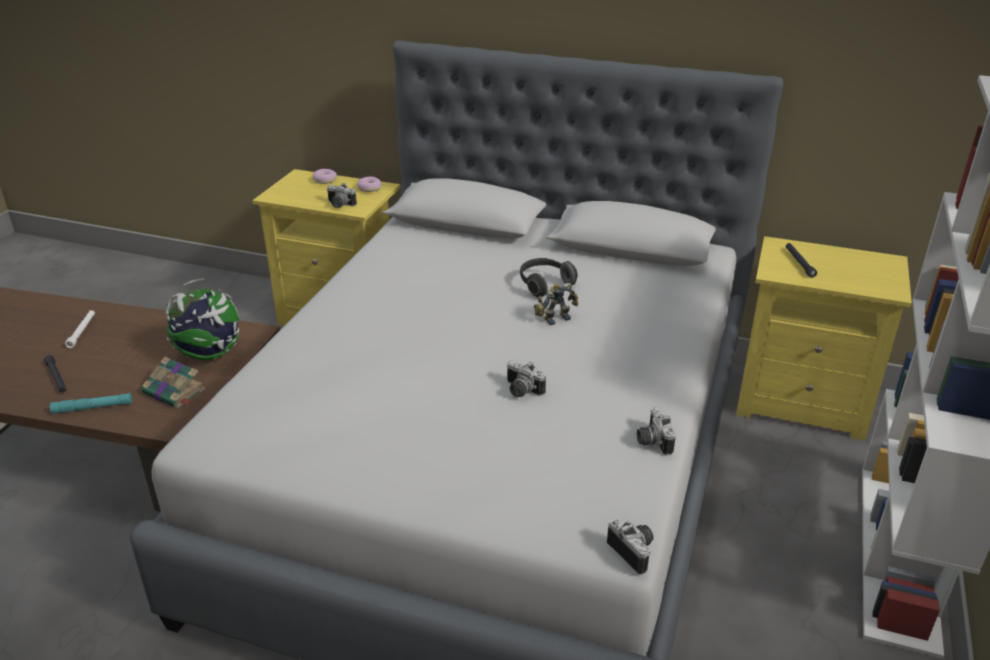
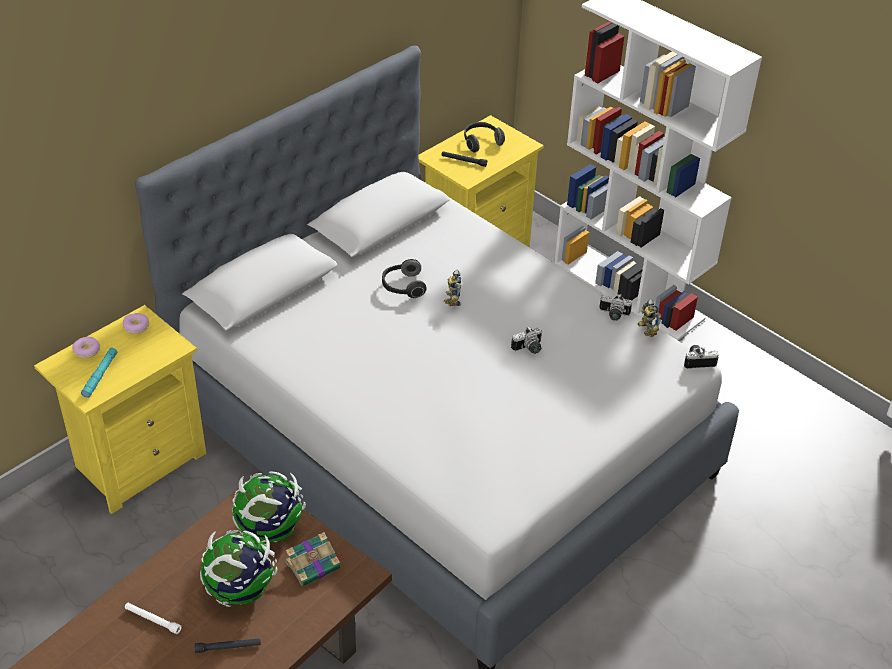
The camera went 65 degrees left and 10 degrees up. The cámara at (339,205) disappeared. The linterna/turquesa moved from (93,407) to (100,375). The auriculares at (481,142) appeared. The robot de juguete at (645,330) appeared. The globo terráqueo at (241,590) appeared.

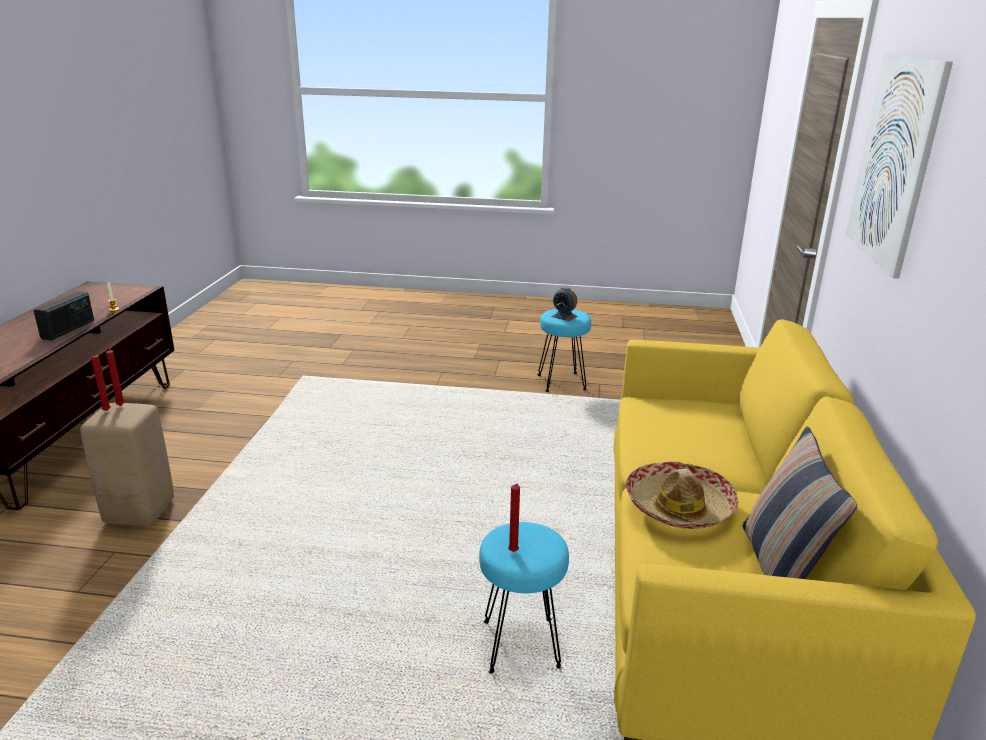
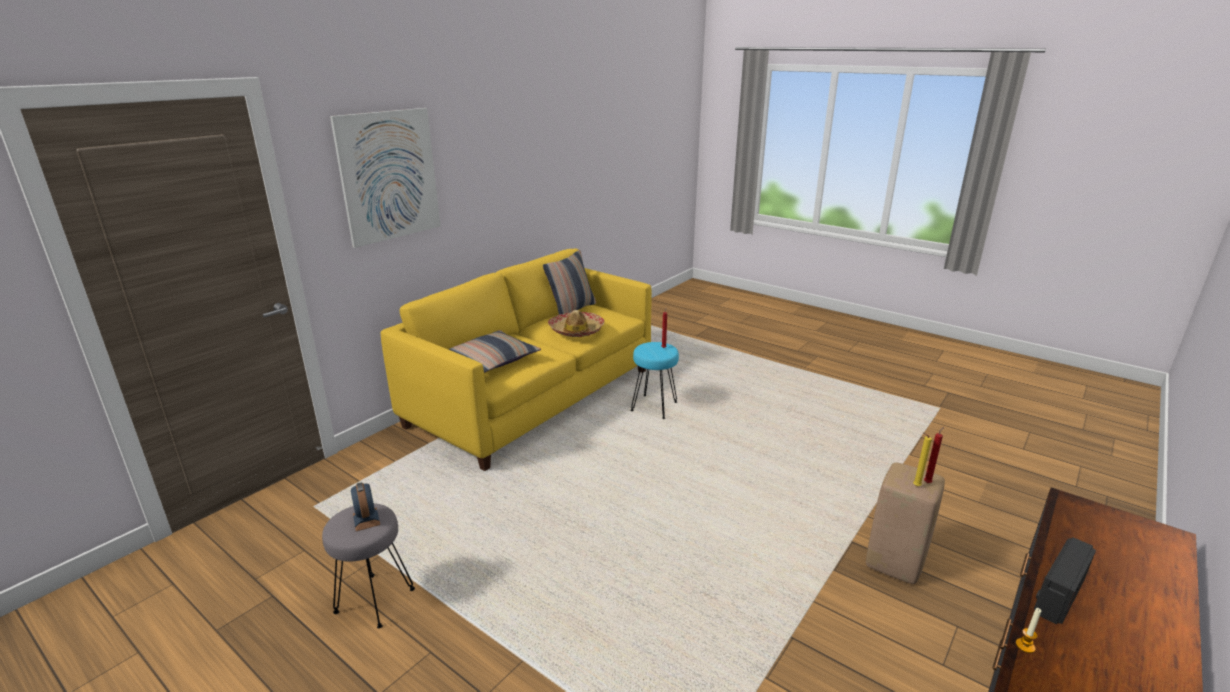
The camera went 150 degrees left and 0 degrees up. The taburete/turquesa at (562,382) became the taburete/gris at (374,600). The vela/rojo at (122,405) became the vela/amarillo at (915,486). The cojín at (493,359) appeared.

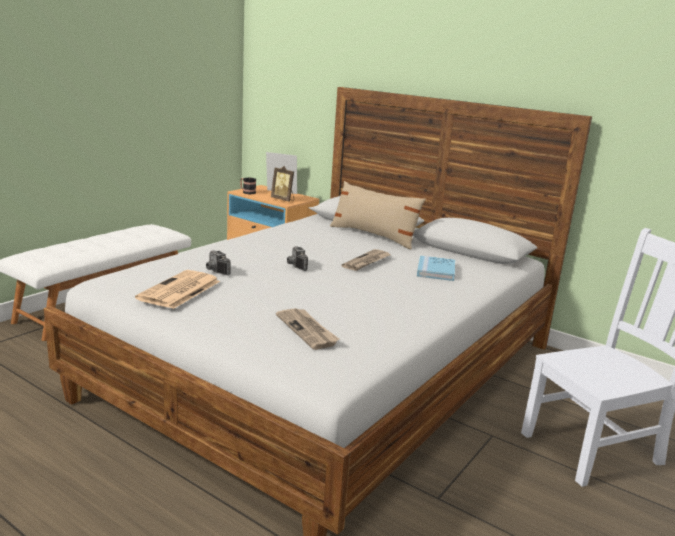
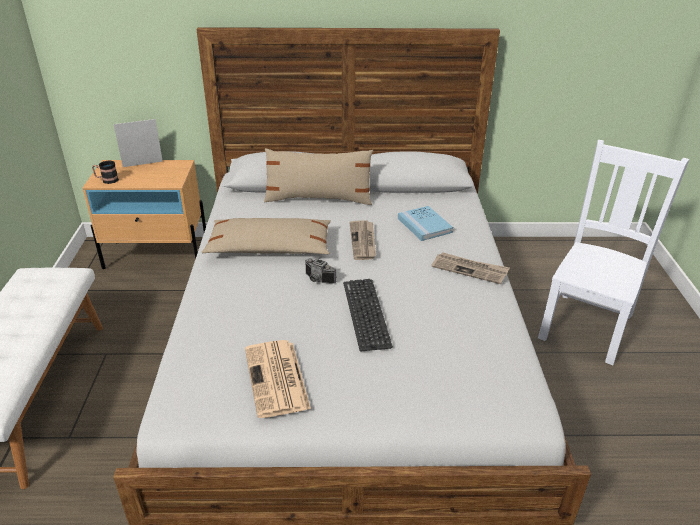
The camera went 35 degrees left and 15 degrees up. The portarretratos at (283,200) disappeared. The cámara at (215,271) disappeared. The periódico moved from (307,330) to (470,269). The cojín/beis at (269,248) appeared. The teclado at (366,314) appeared.

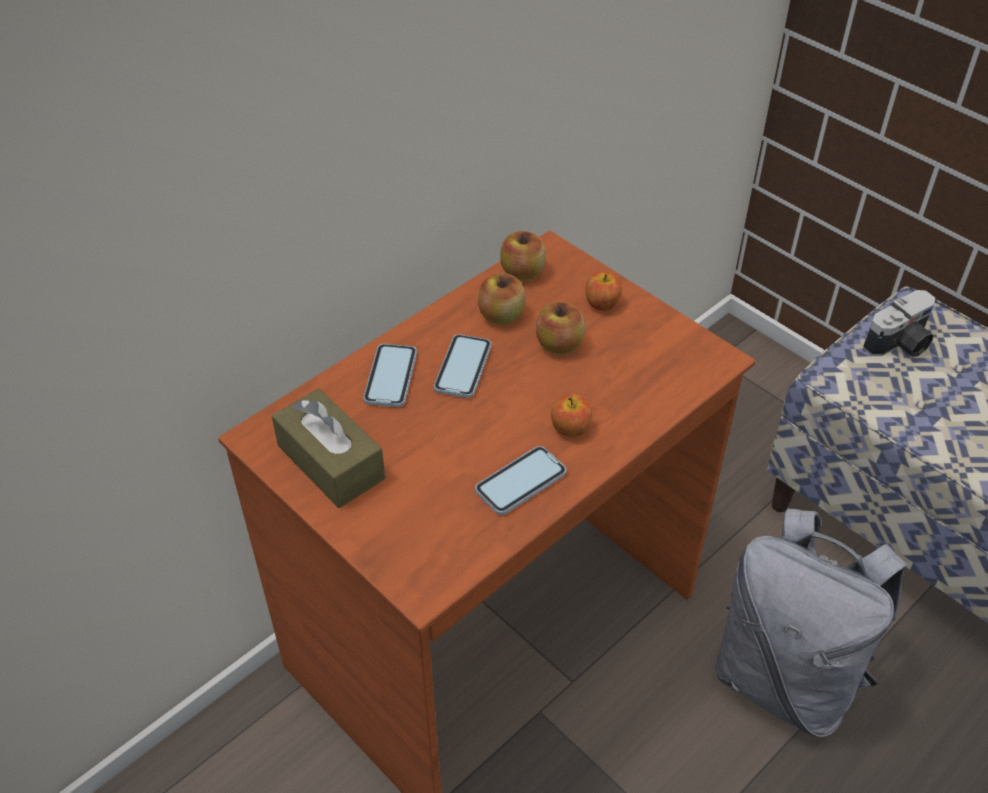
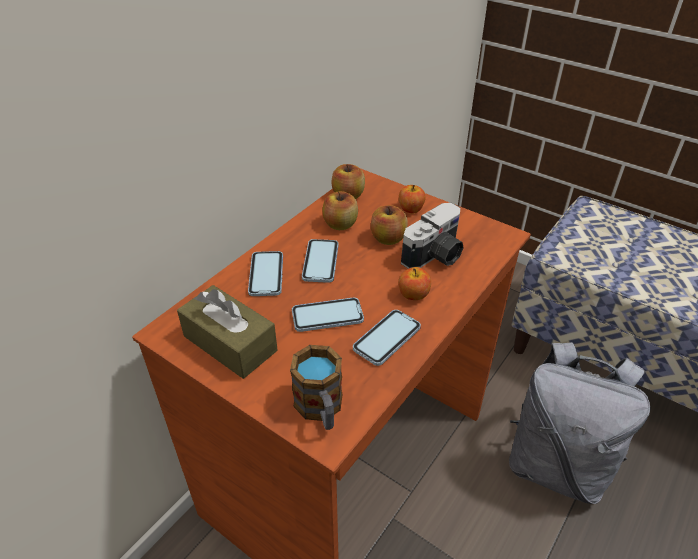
The camera went 10 degrees left and 5 degrees down. The cámara moved from (900,344) to (435,256). The móvil at (327,316) appeared. The taza grande at (321,409) appeared.

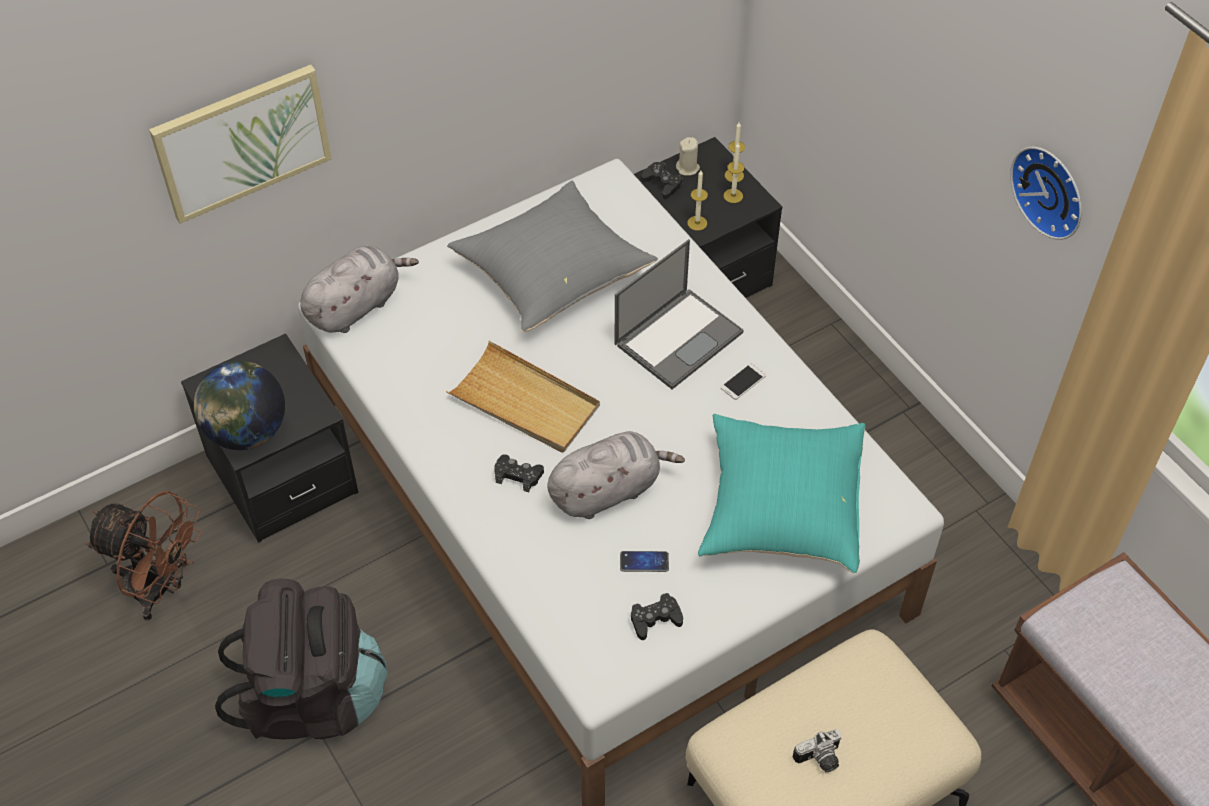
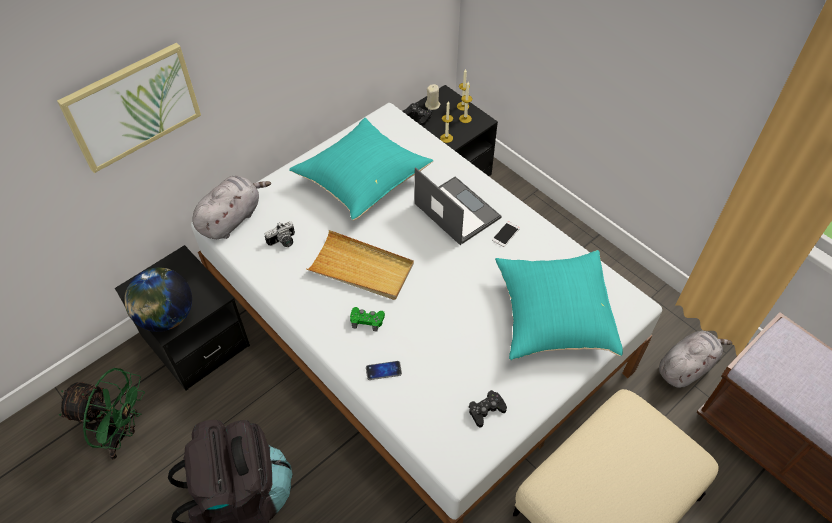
The camera went 10 degrees left and 0 degrees up. The reloj de pared at (1052,190) disappeared. The cojín/gris at (552,274) became the cojín/turquesa at (362,180). The portátil at (679,337) turned 75 degrees counterclockwise. The peluche/gris moved from (608,490) to (686,366). The mando de consola/negro at (518,475) became the mando de consola/verde at (367,320). The ventilador/marrón at (161,588) became the ventilador/verde at (121,434). The móvil moved from (644,562) to (383,371). The cámara moved from (820,760) to (283,242).

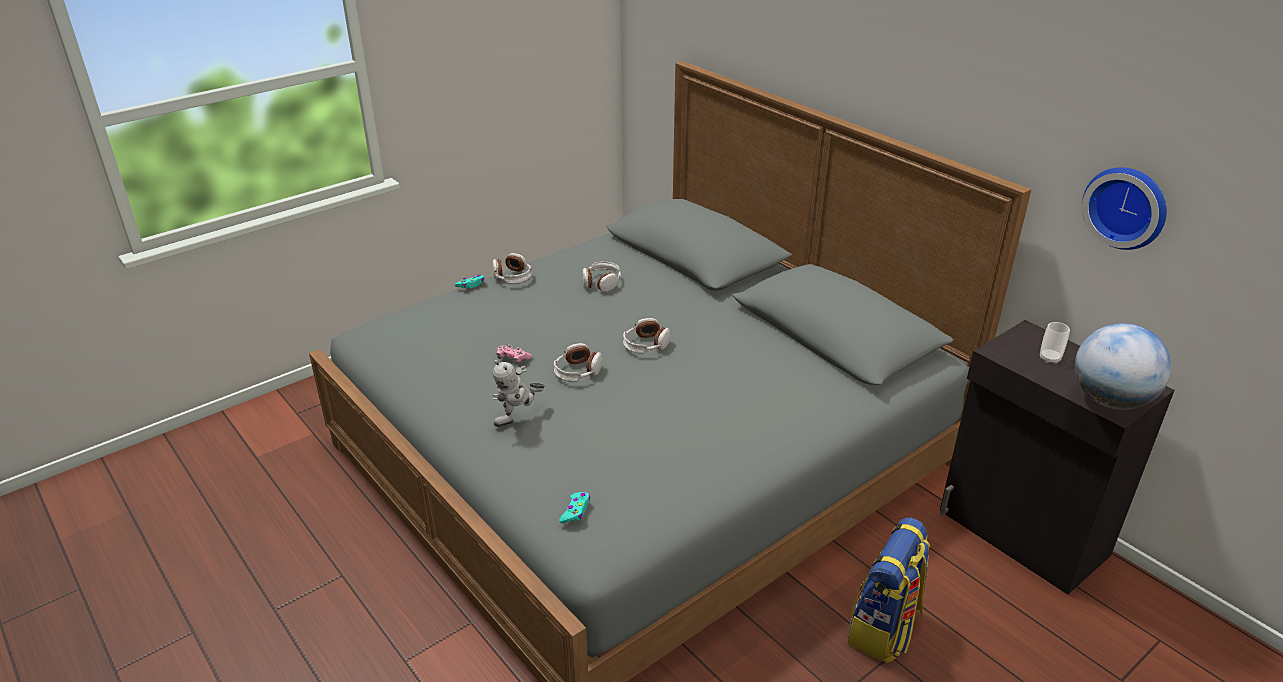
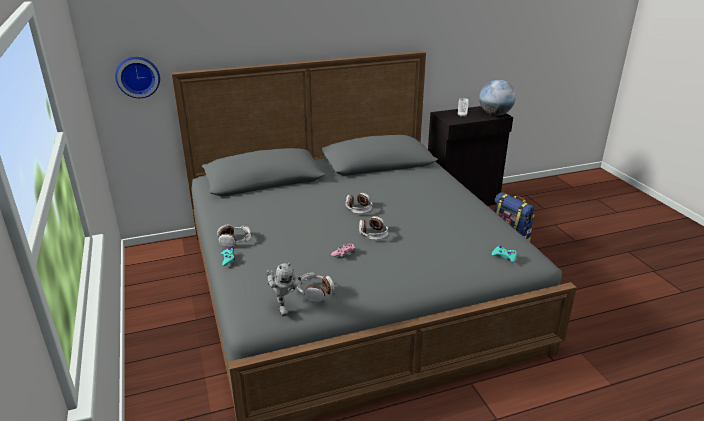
The camera went 70 degrees left and 5 degrees down. The reloj de pared moved from (1127,206) to (137,76). The auriculares moved from (601,283) to (315,292). The robot de juguete moved from (518,420) to (284,306).

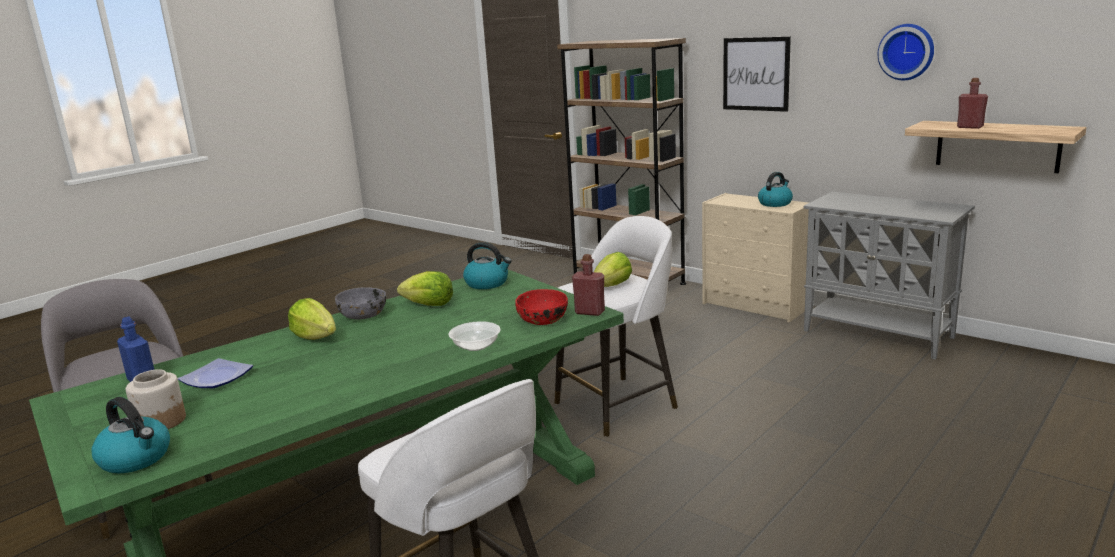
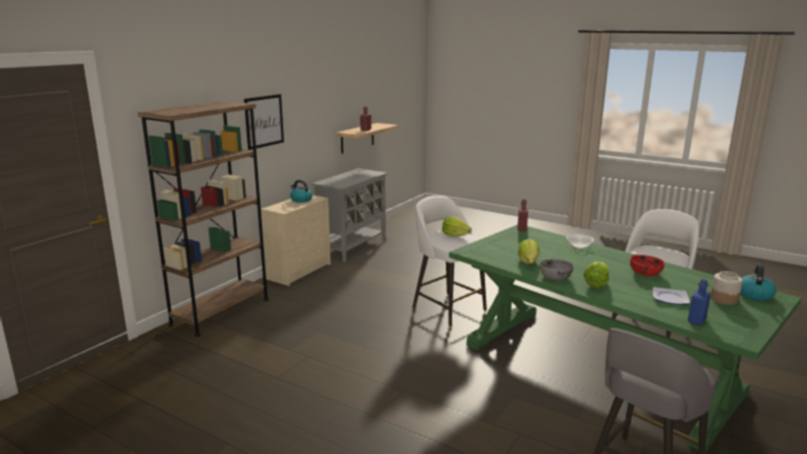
The camera went 100 degrees left and 0 degrees up. The reloj de pared at (907,51) disappeared. The hervidor at (487,283) disappeared. The cuenco/rojo moved from (542,320) to (645,273).

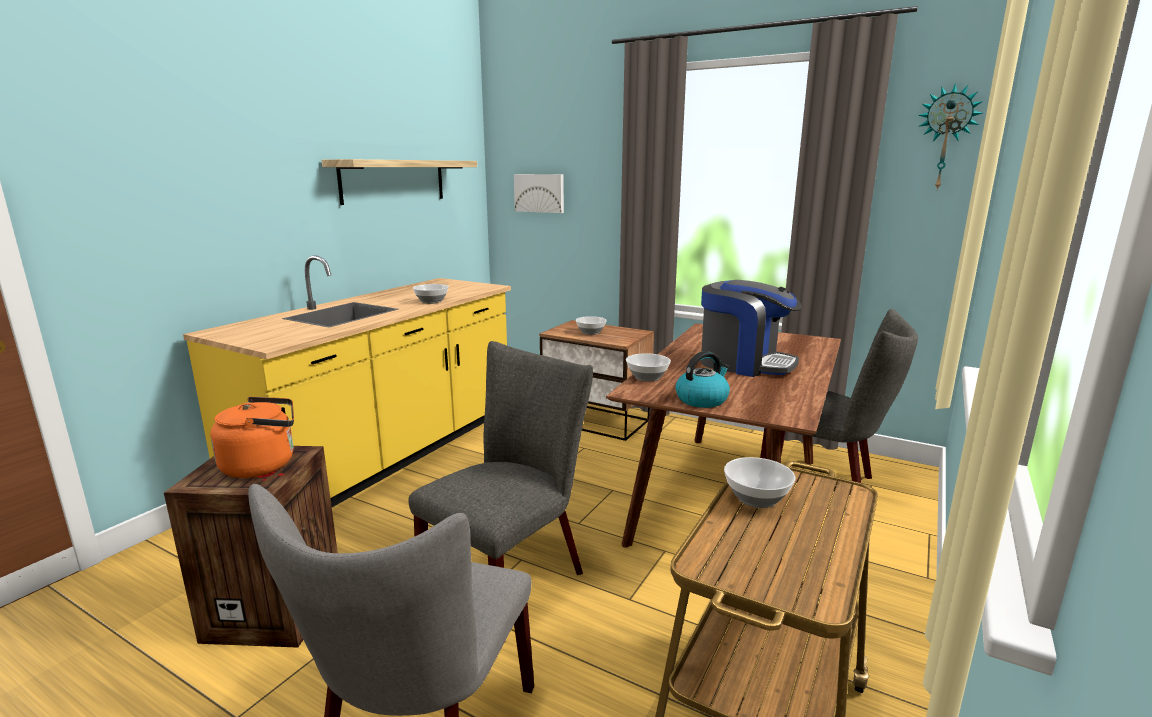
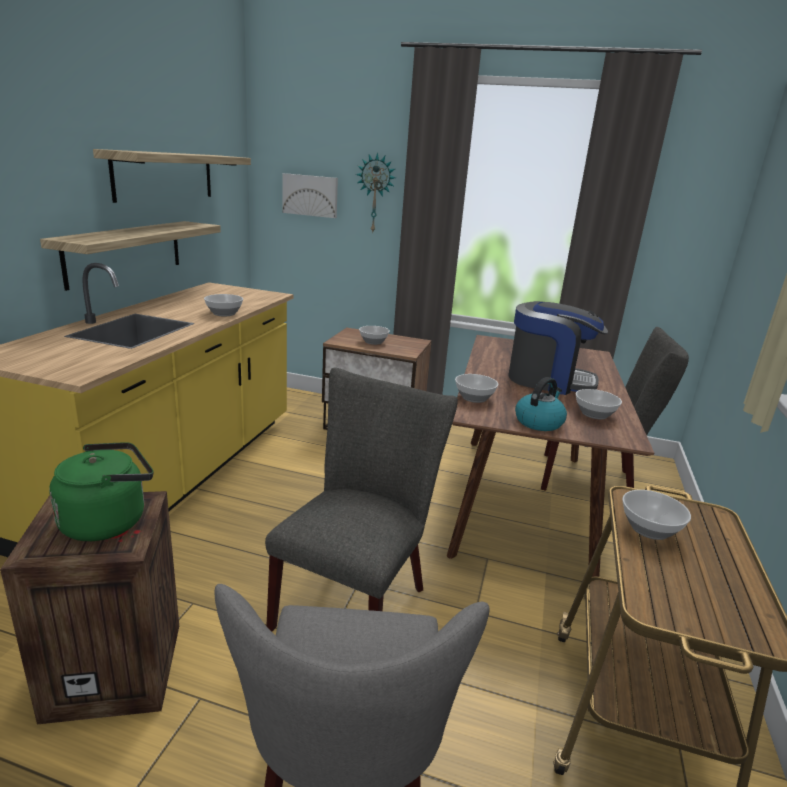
The camera went 15 degrees left and 5 degrees up. The reloj de pared moved from (945,138) to (376,194). The hervidor/naranja at (263,465) became the hervidor/verde at (109,521). The estante at (125,252) appeared. The cuenco at (595,414) appeared.

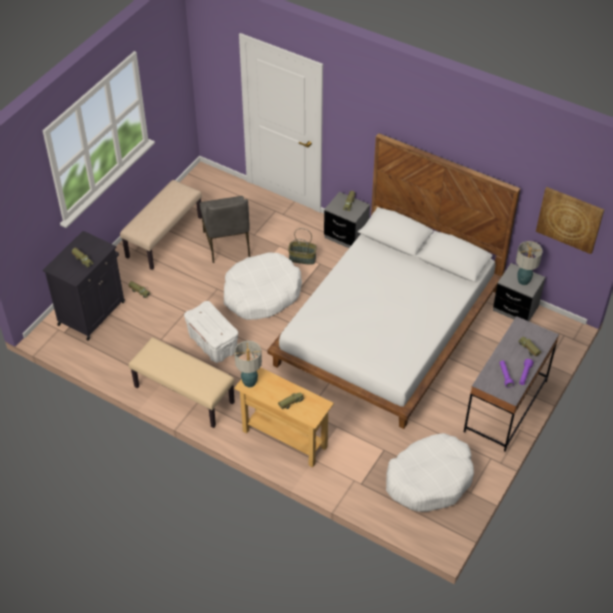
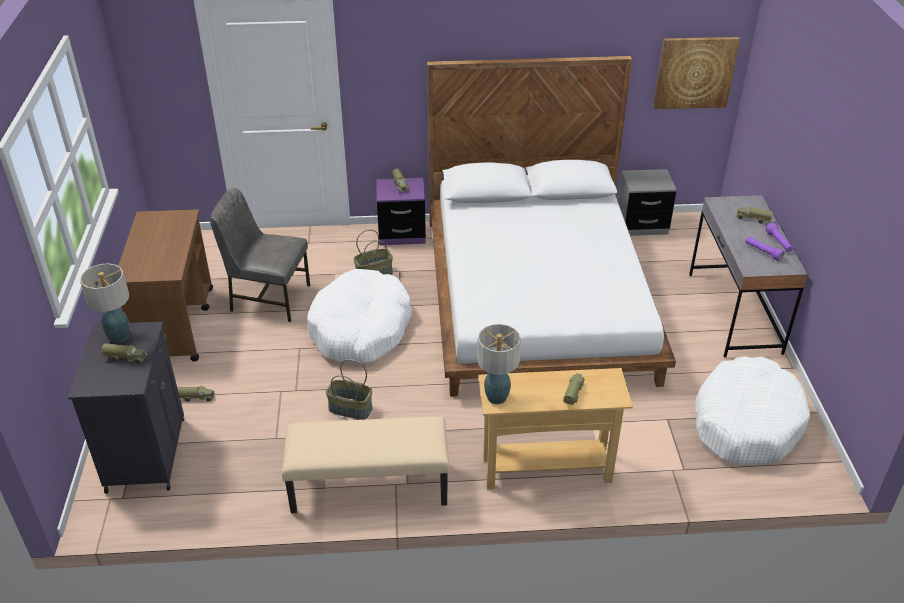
The camera went 35 degrees left and 10 degrees down. The banco/beis at (164,237) was replaced by the carrito/marrón at (176,324). The mesita de noche/gris at (346,236) became the mesita de noche/morado at (402,234). The silla/gris at (227,244) turned 150 degrees clockwise. The lámpara de mesa moved from (523,281) to (119,337). The caja de almacenaje/blanco at (212,343) was replaced by the cesta at (350,409).

